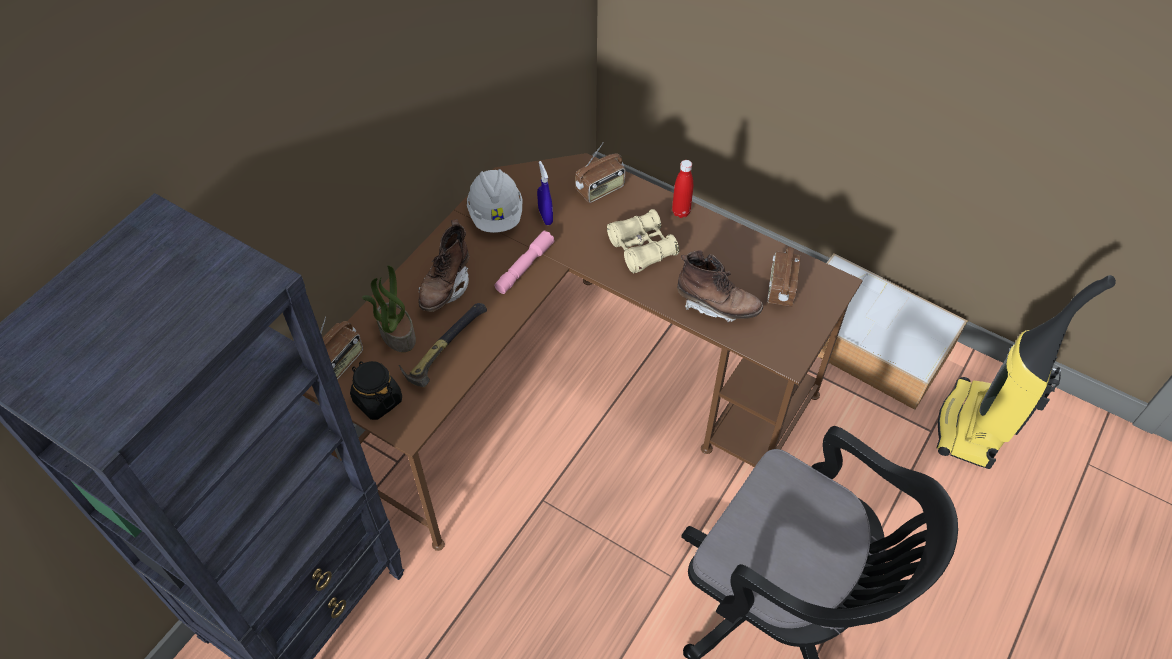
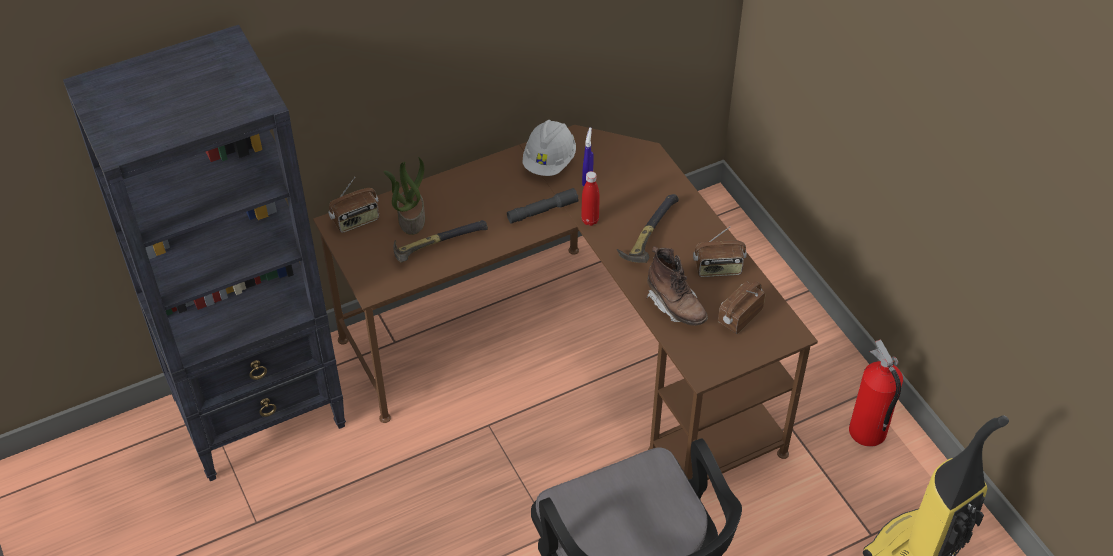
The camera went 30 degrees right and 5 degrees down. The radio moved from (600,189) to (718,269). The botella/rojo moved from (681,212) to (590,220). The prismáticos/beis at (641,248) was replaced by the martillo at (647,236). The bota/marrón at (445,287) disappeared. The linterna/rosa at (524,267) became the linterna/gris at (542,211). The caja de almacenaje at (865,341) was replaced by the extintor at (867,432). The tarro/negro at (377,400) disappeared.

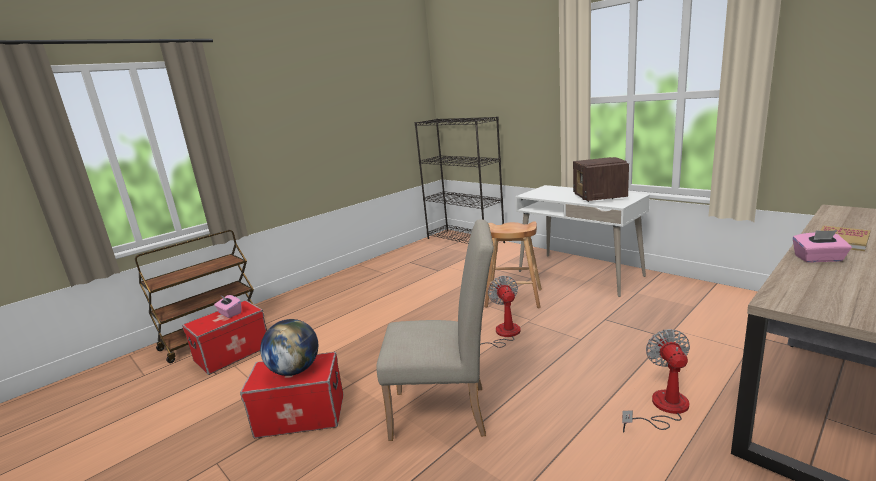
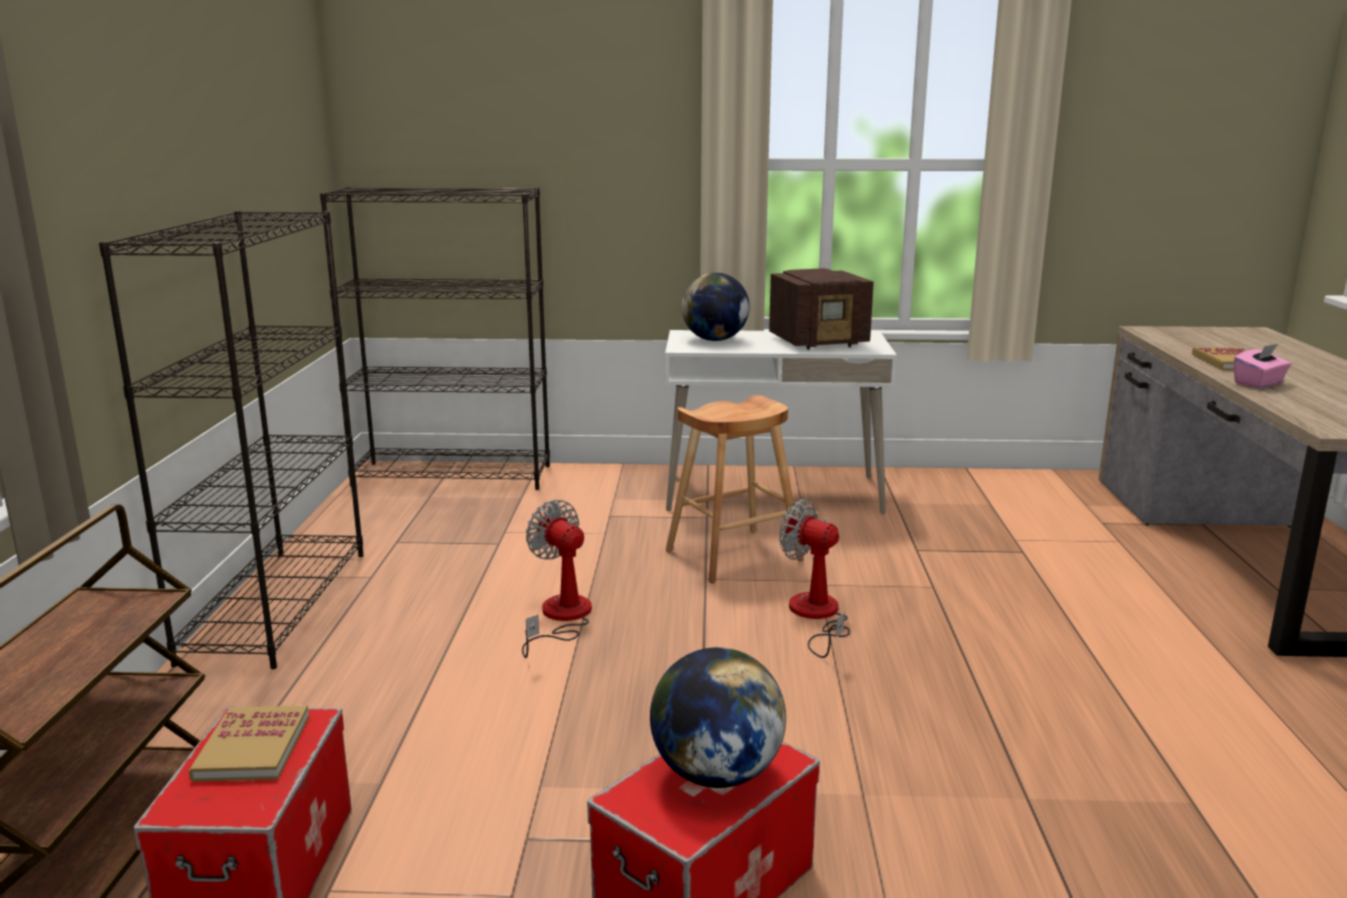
The camera went 45 degrees left and 0 degrees up. The radio at (599,197) turned 60 degrees counterclockwise. The silla/beis at (447,412) disappeared. The caja de pañuelos/rosa at (230,313) was replaced by the libro at (252,747). The ventilador moved from (662,408) to (561,618). The estantería/negro at (277,604) appeared. The globo terráqueo at (715,340) appeared.

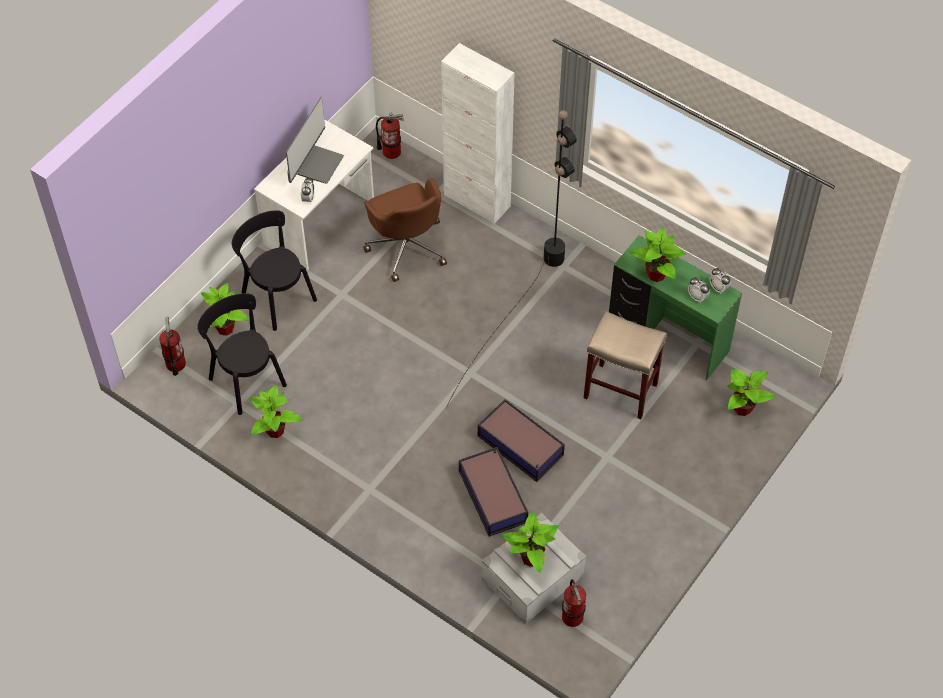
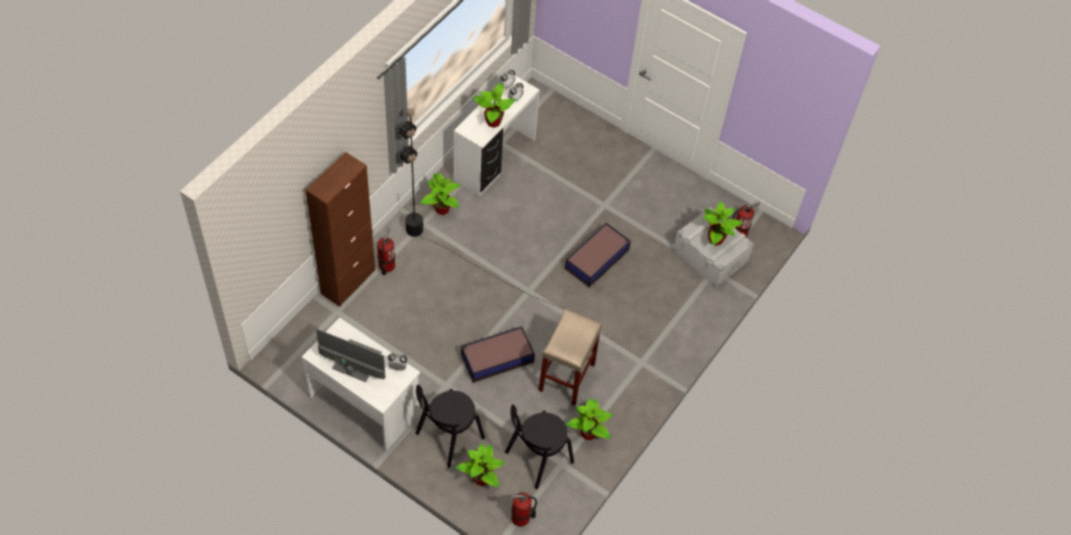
The camera went 95 degrees left and 0 degrees up. The armario/blanco at (477,201) became the armario/marrón at (348,282). The extintor moved from (391,151) to (386,266). The silla de oficina/marrón at (407,246) disappeared. The escritorio/verde at (668,338) became the escritorio/blanco at (495,160). The taburete/beis moved from (619,390) to (566,378). The planta en maceta moved from (743,408) to (442,209). The caja de almacenaje moved from (492,495) to (496,358).

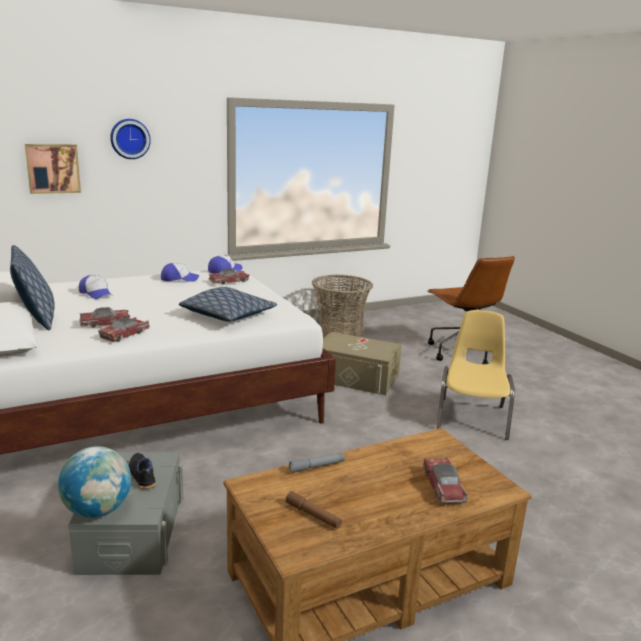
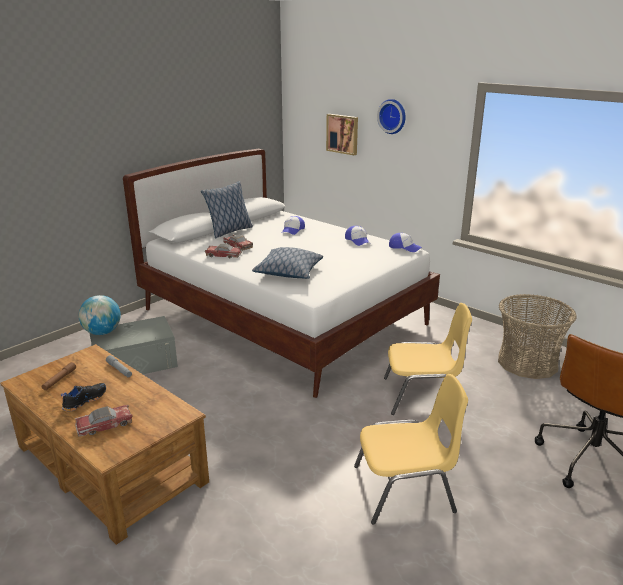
The camera went 70 degrees right and 5 degrees up. The coche de juguete at (229,281) disappeared. The caja de almacenaje/beis at (356,378) was replaced by the silla/amarillo at (422,396). The zapato/negro moved from (141,476) to (84,400).

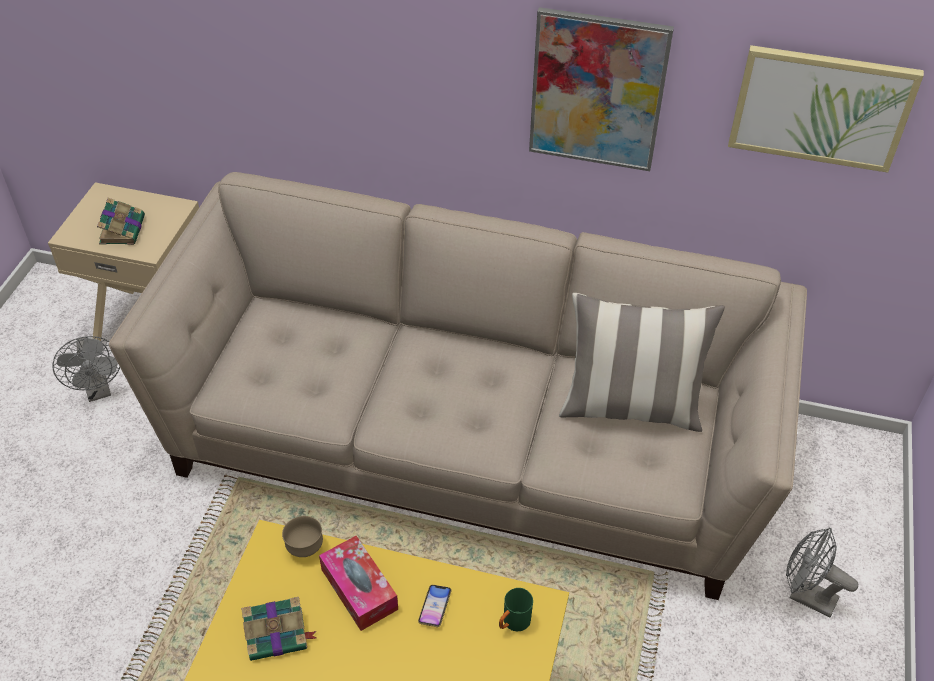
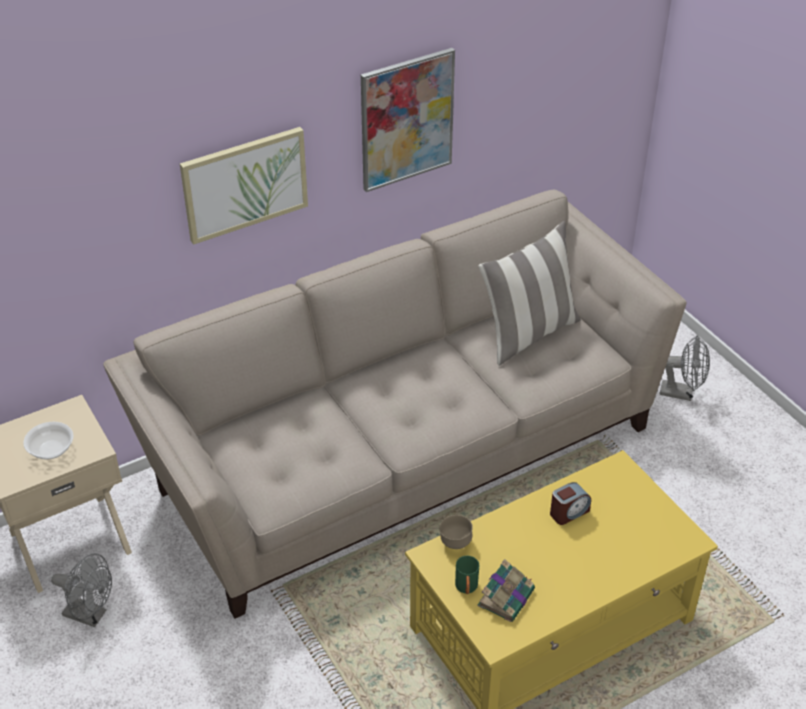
The camera went 45 degrees left and 5 degrees down. The cuadro moved from (821,107) to (244,183). The libro at (123,229) was replaced by the cuenco at (51,449). The ventilador/gris at (805,595) turned 150 degrees counterclockwise. The caja de pañuelos at (359,589) disappeared. The móvil at (435,607) was replaced by the despertador at (569,512). The taza grande/verde moved from (513,623) to (466,588).

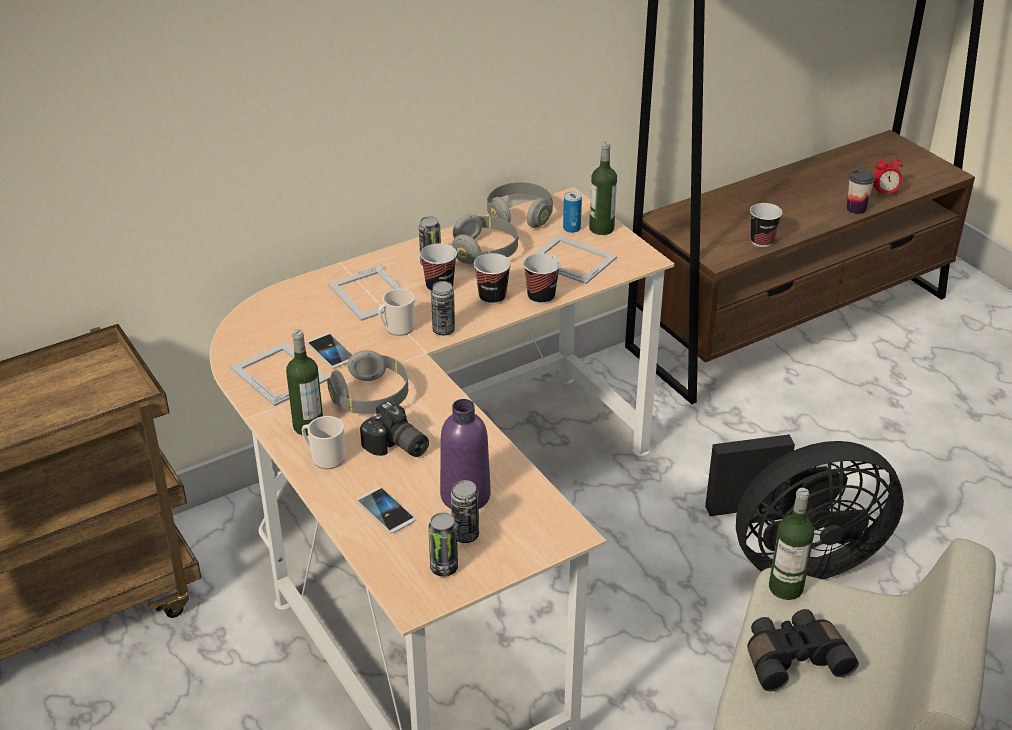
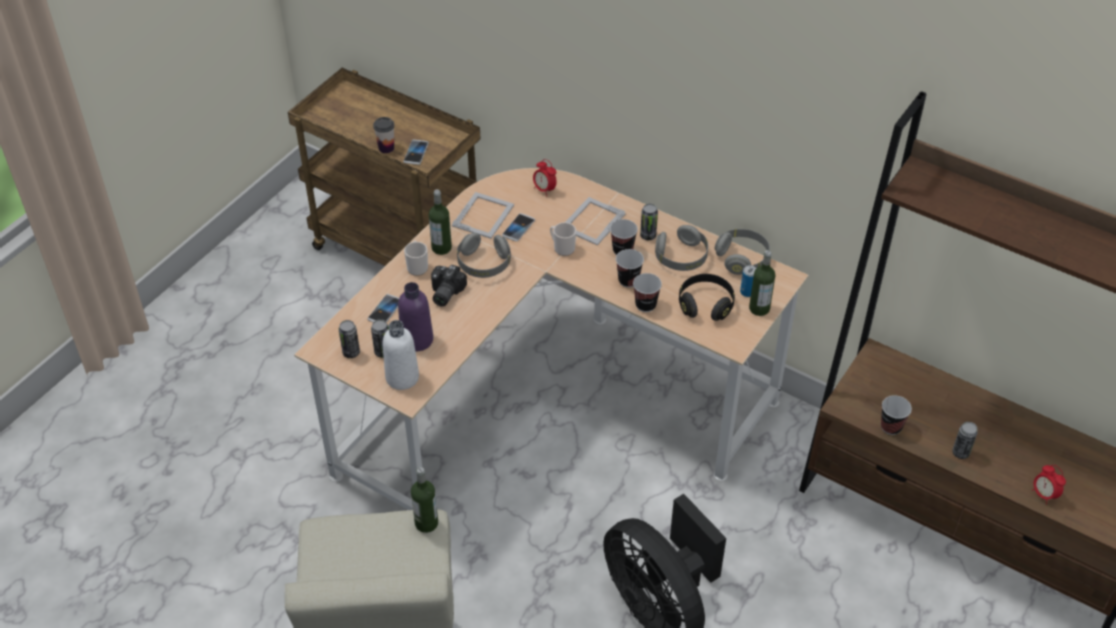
The camera went 65 degrees right and 10 degrees up. The taza moved from (856,209) to (386,148). The portarretratos at (571,259) was replaced by the auriculares/negro at (705,305). The lata moved from (443,330) to (960,453). The prismáticos/negro at (793,658) disappeared. The móvil at (416,153) appeared. The despertador at (544,190) appeared. The botella/blanco at (402,377) appeared.

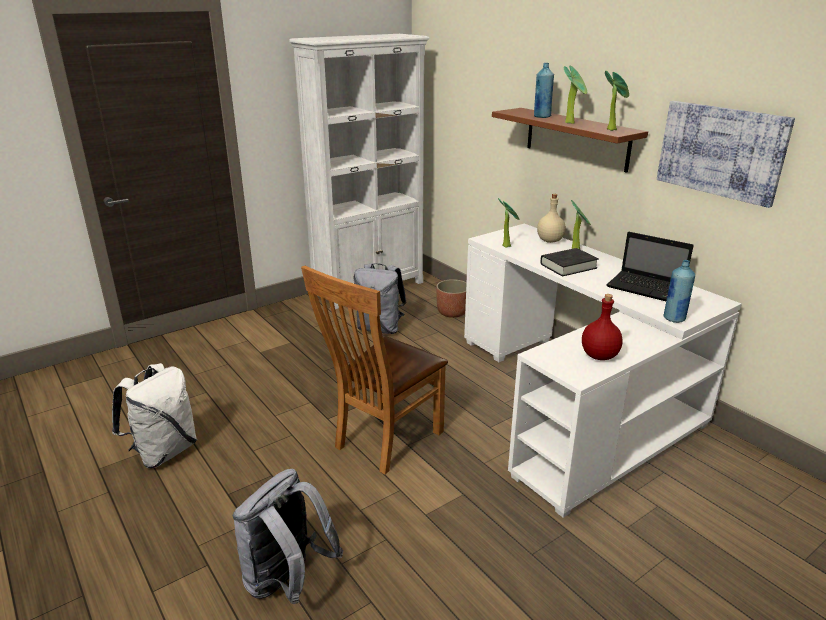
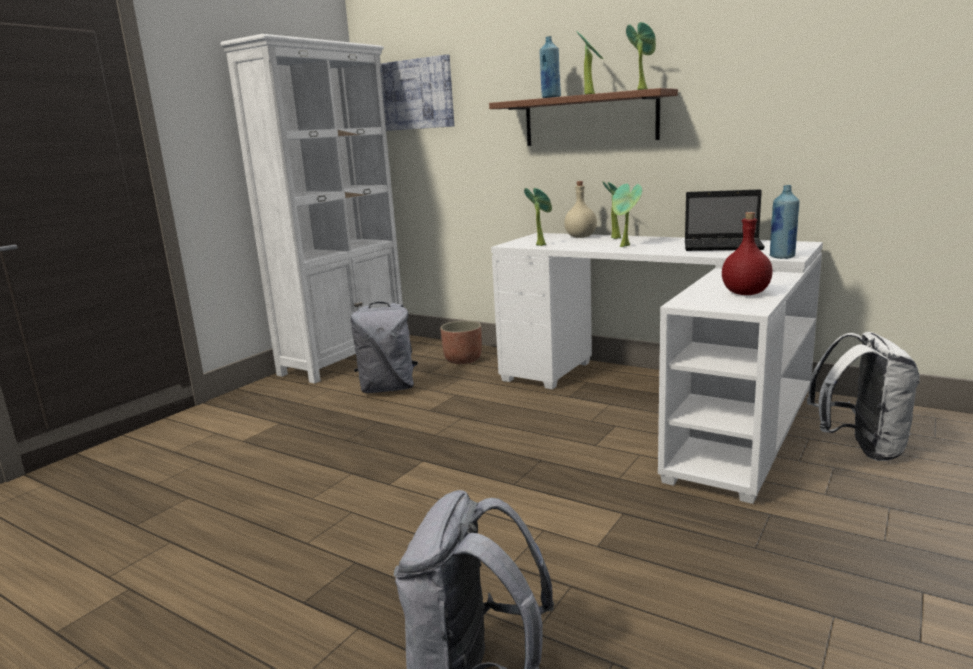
The camera went 20 degrees left and 10 degrees down. The cuadro moved from (720,151) to (412,95). The libro/negro at (568,266) was replaced by the planta en maceta at (625,246). The silla/marrón at (383,441) disappeared. The mochila/blanco moved from (164,451) to (860,448).

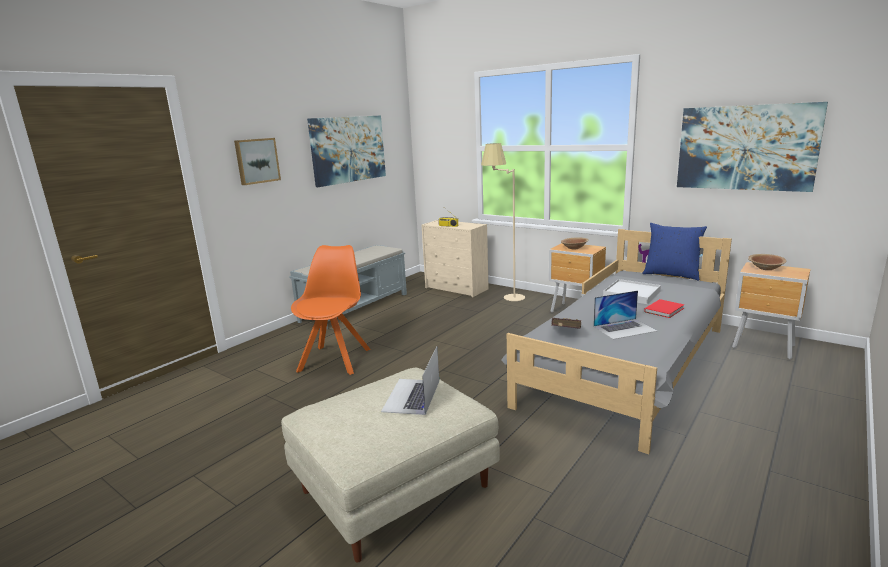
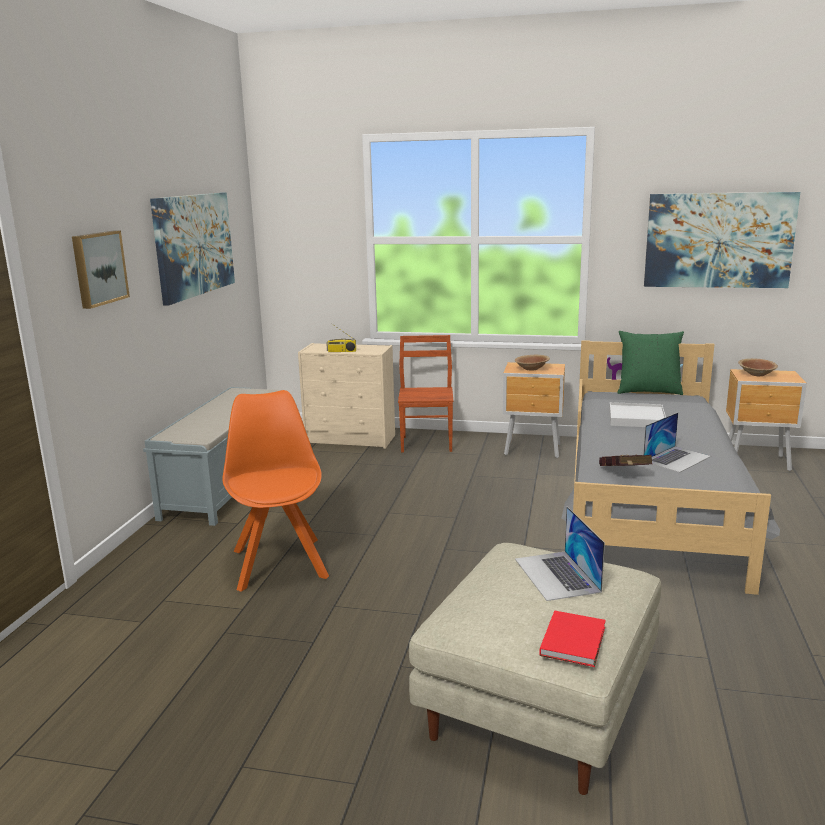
The camera went 25 degrees left and 0 degrees up. The lámpara de pie/beis at (504,297) was replaced by the silla/marrón at (427,443). The cojín/azul at (671,275) became the cojín/verde at (648,391). The libro/rojo moved from (665,310) to (574,640).

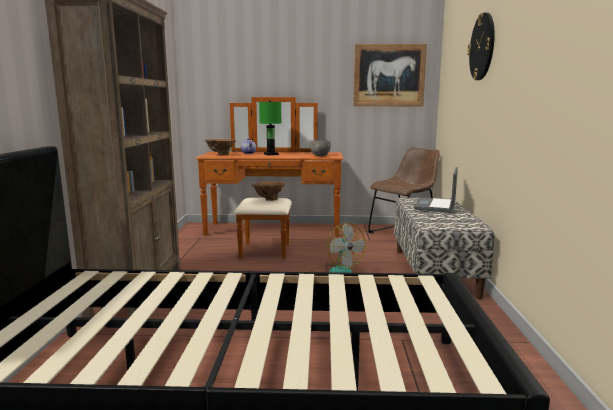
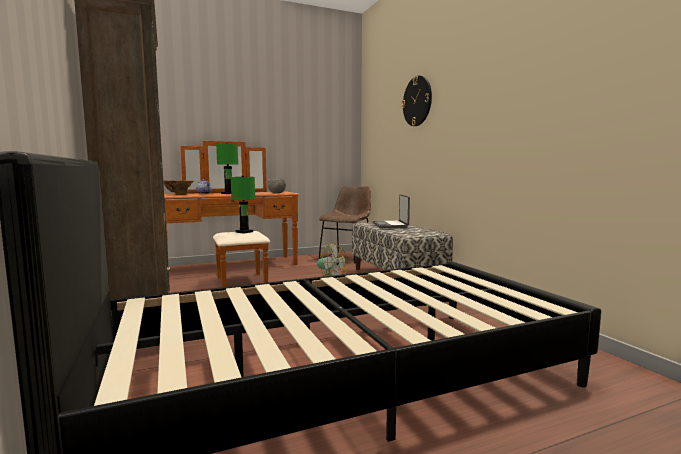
The camera went 25 degrees left and 5 degrees down. The cuadro at (389,75) disappeared. The florero/marrón at (268,200) was replaced by the lámpara de mesa/verde at (244,232).

